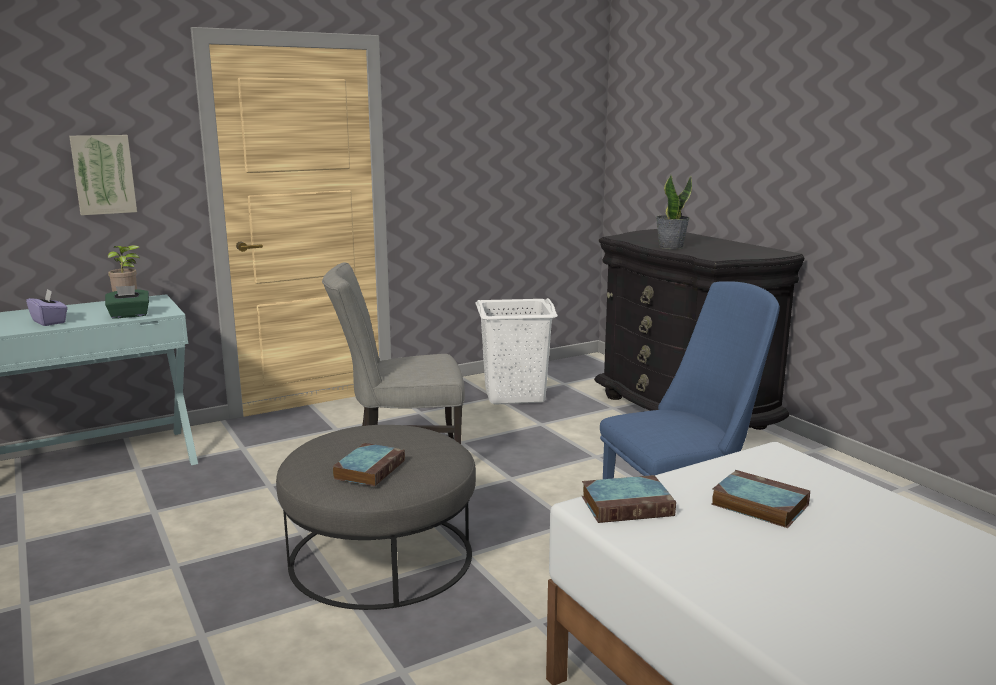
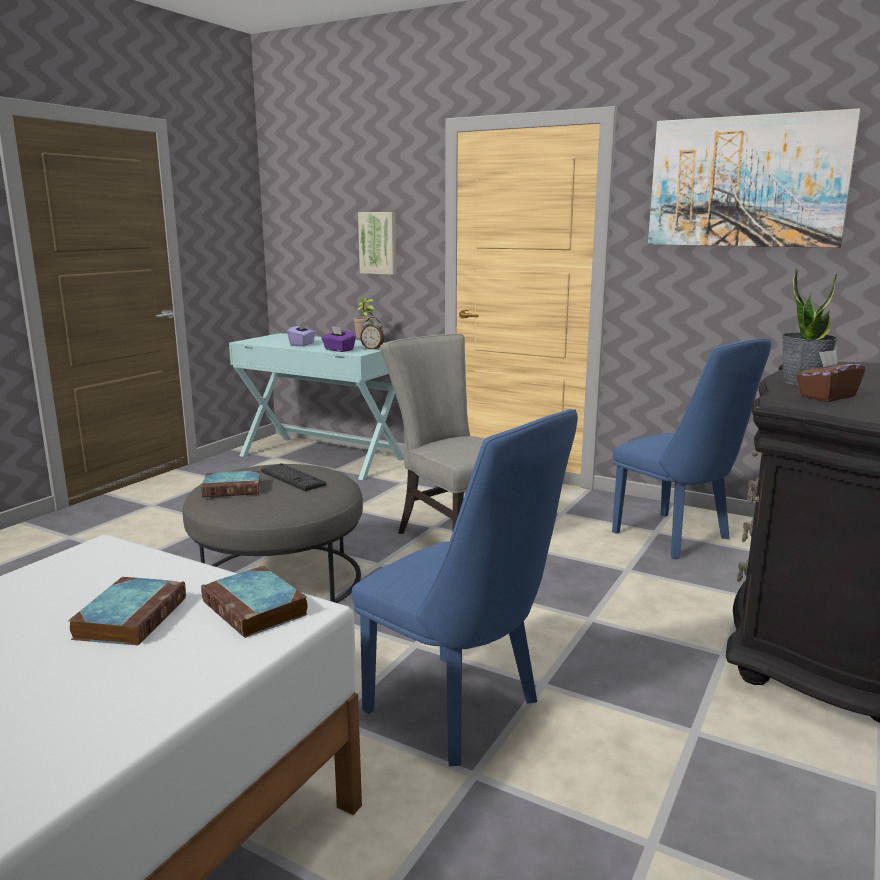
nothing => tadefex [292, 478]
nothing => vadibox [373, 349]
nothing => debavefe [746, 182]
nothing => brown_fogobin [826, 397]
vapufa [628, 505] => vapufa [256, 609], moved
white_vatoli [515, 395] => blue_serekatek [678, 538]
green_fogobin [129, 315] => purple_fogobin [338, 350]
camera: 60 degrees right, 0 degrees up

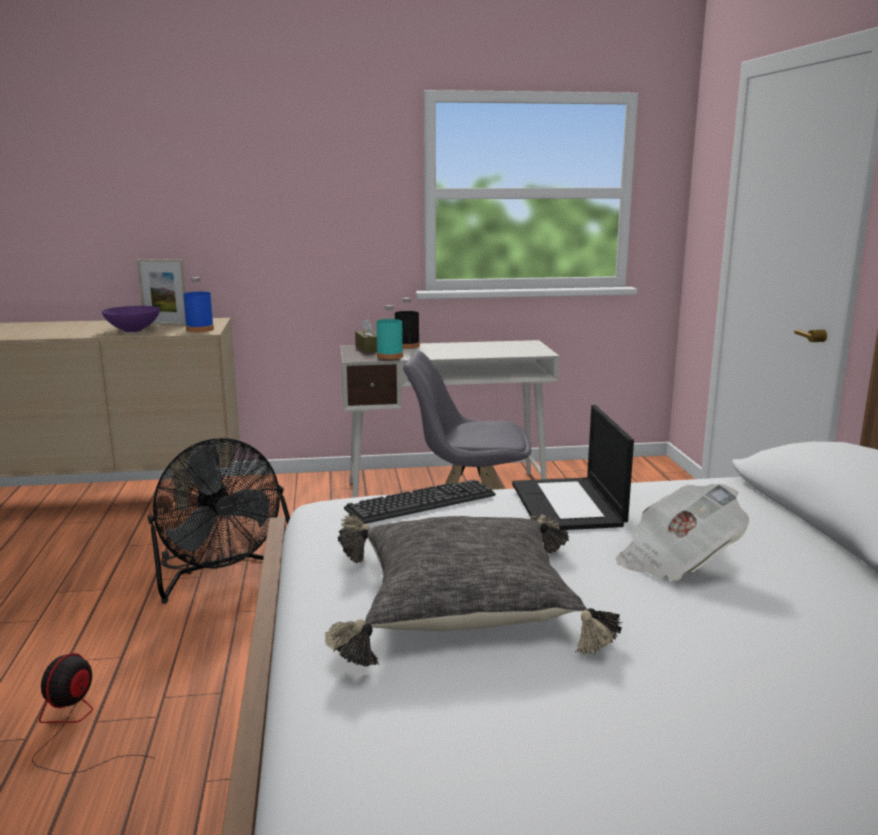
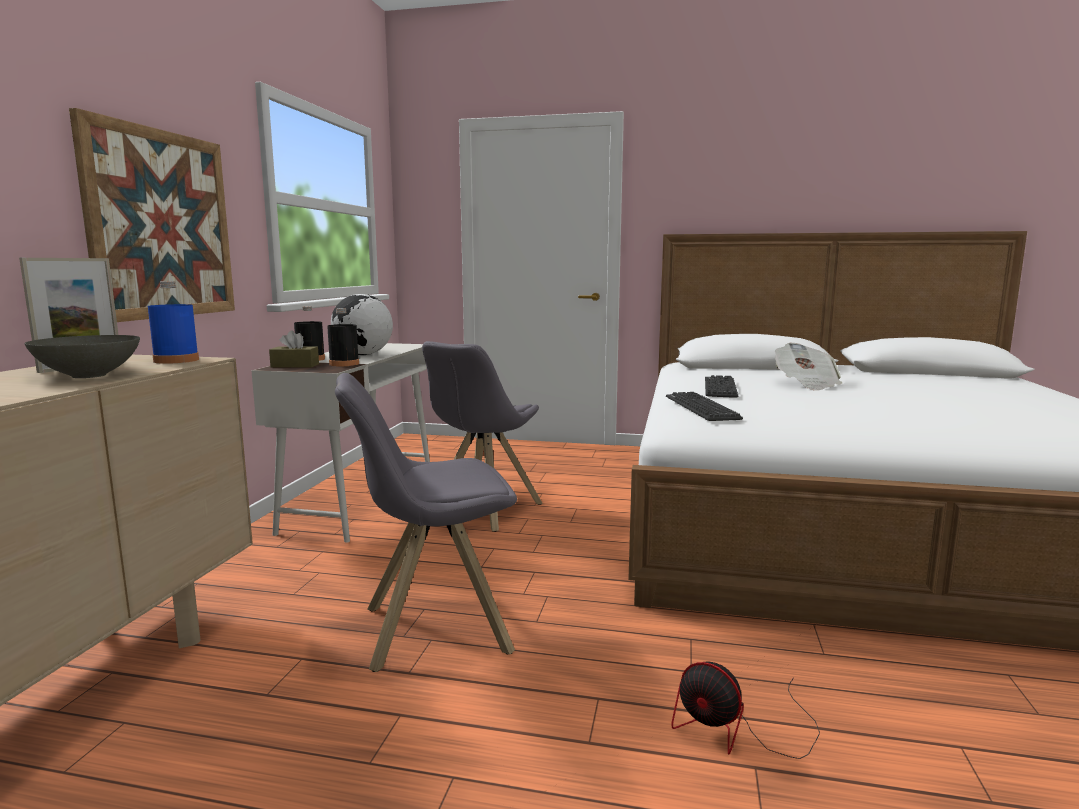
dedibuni [462, 599] => nothing
nothing => debavefe [161, 225]
nothing => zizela [363, 355]
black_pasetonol [215, 574] => grey_serekatek [435, 629]
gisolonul [568, 505] => tadefex [720, 387]
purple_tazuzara [133, 330] => grey_tazuzara [88, 375]
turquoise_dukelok [390, 356] => black_dukelok [344, 364]
camera: 70 degrees left, 5 degrees down

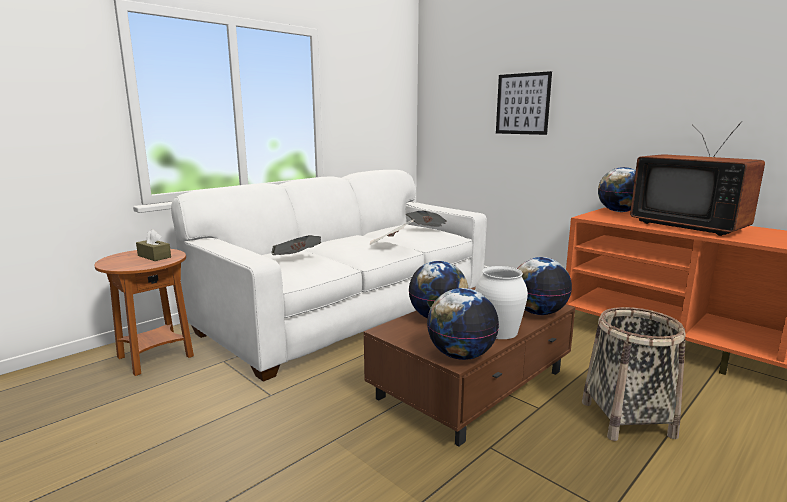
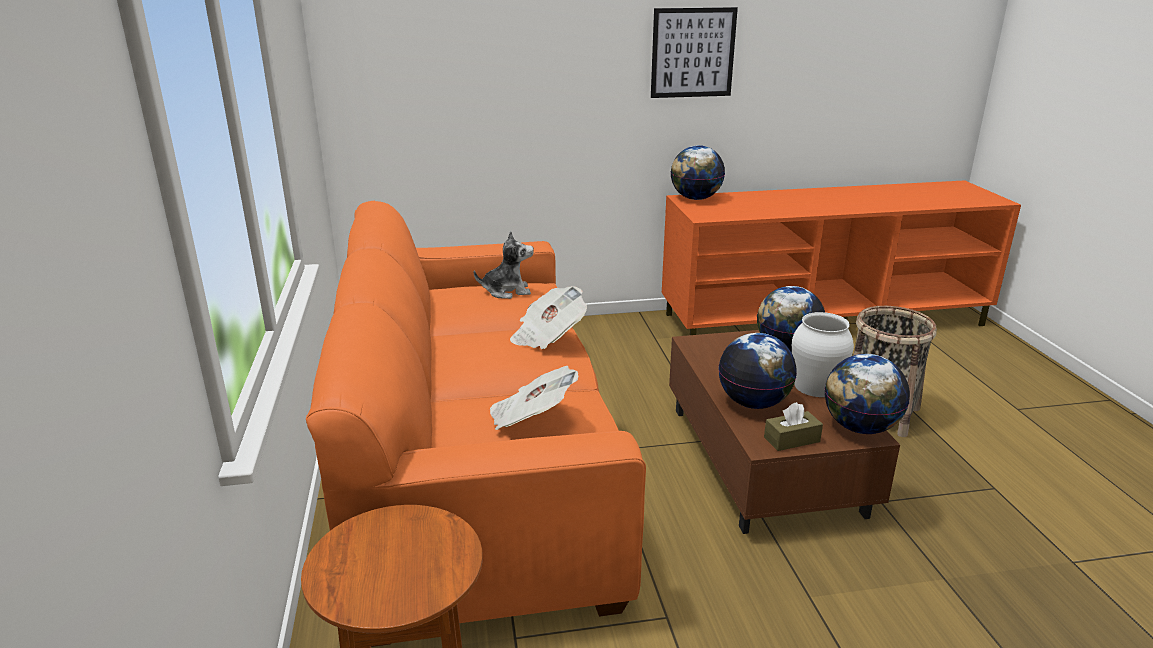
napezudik [689, 226] => nothing
brown_fogobin [154, 256] => brown_fogobin [791, 439], moved
debavefe [522, 104] => debavefe [693, 53], moved
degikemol [427, 230] => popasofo [507, 291]
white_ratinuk [349, 312] => orange_ratinuk [479, 463]
camera: 55 degrees left, 10 degrees up

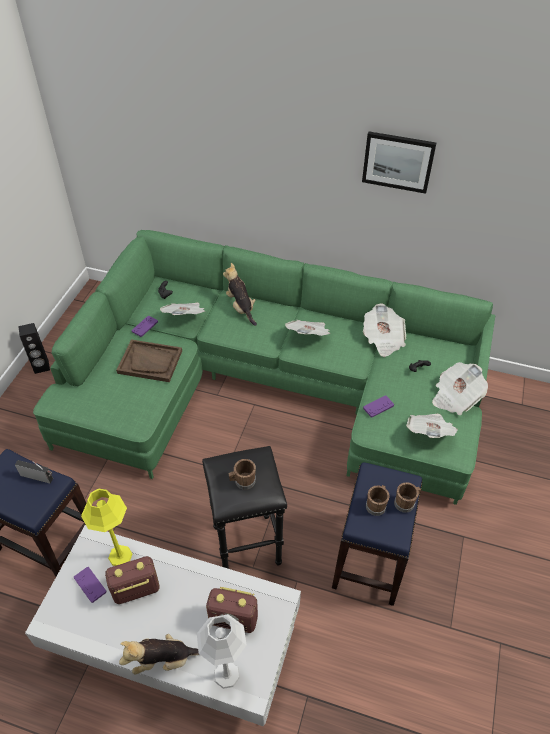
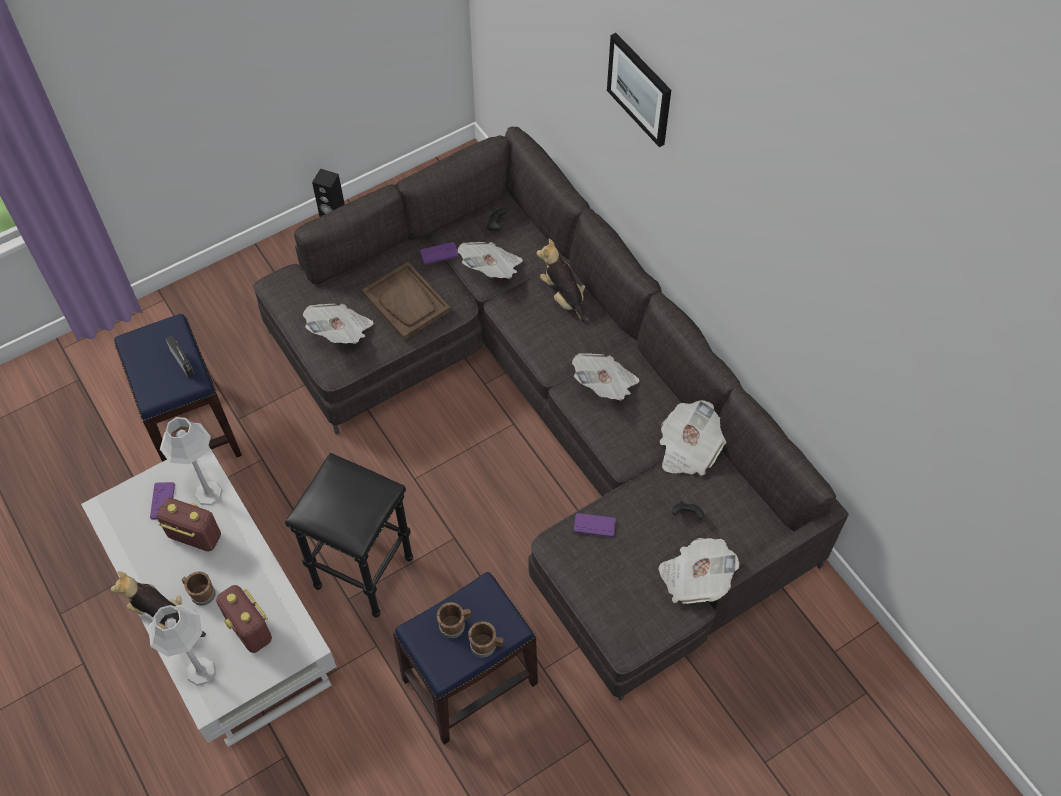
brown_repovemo [242, 481] => brown_repovemo [200, 593], moved
debavefe [398, 161] => debavefe [640, 89], moved
degikemol [429, 433] => degikemol [341, 332], moved
green_ratinuk [269, 387] => grey_ratinuk [550, 414]
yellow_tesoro [120, 556] => grey_tesoro [208, 493]
popasofo [241, 308] => popasofo [564, 297], 45 degrees counterclockwise
camera: 40 degrees right, 10 degrees up

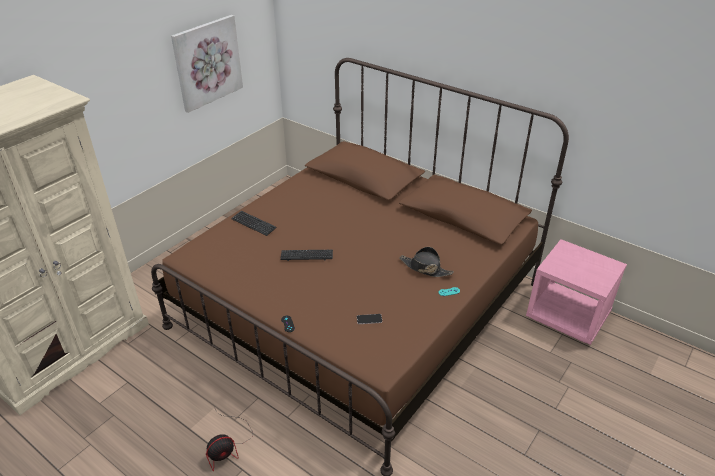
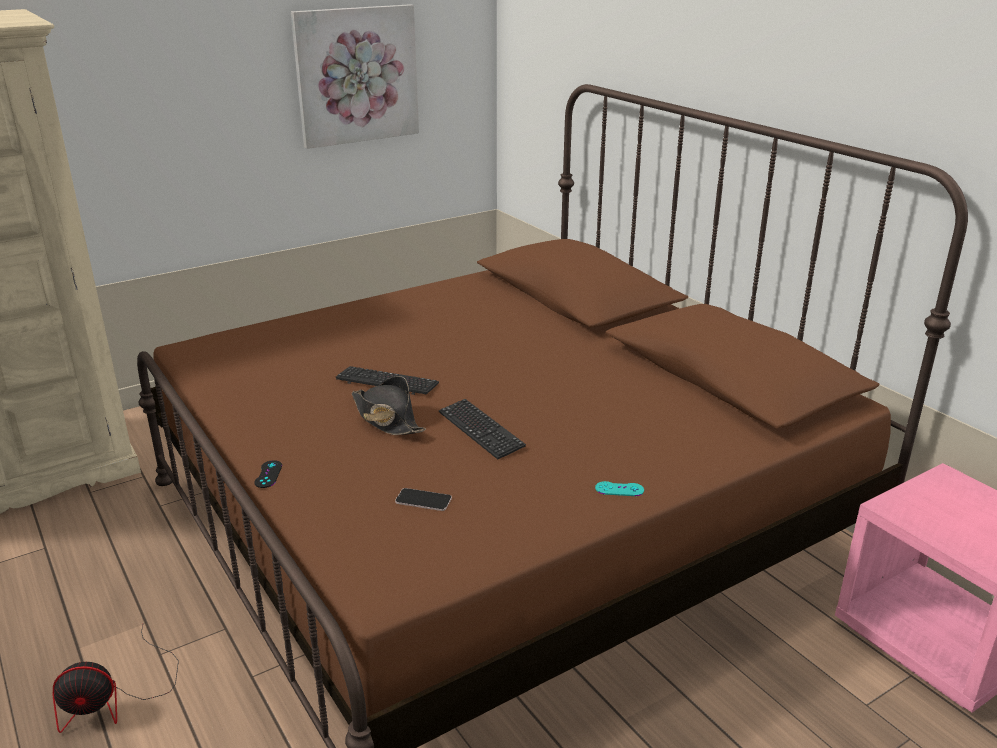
tadefex [253, 224] => tadefex [480, 430], moved
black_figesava [425, 268] => black_figesava [386, 418], moved
camera: 20 degrees right, 10 degrees down

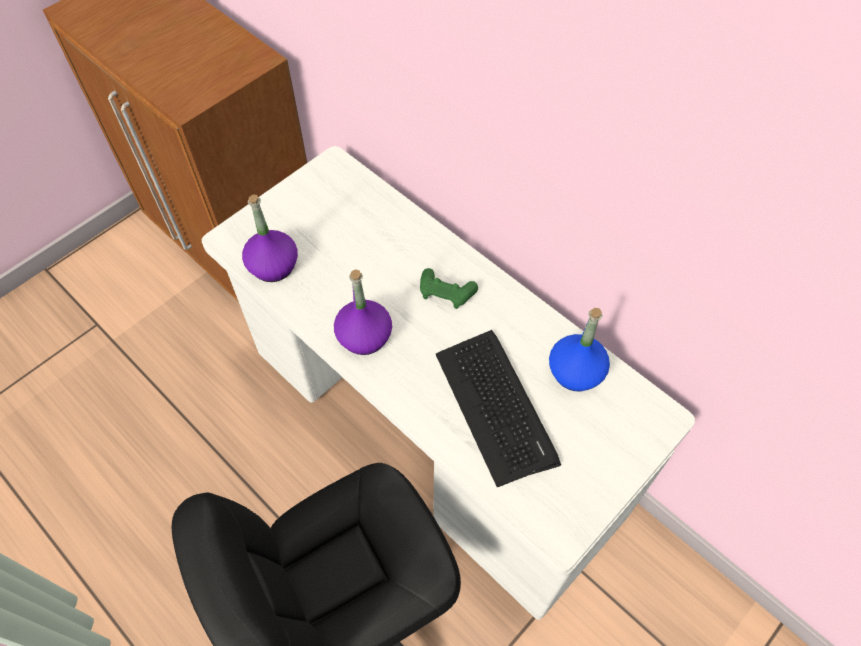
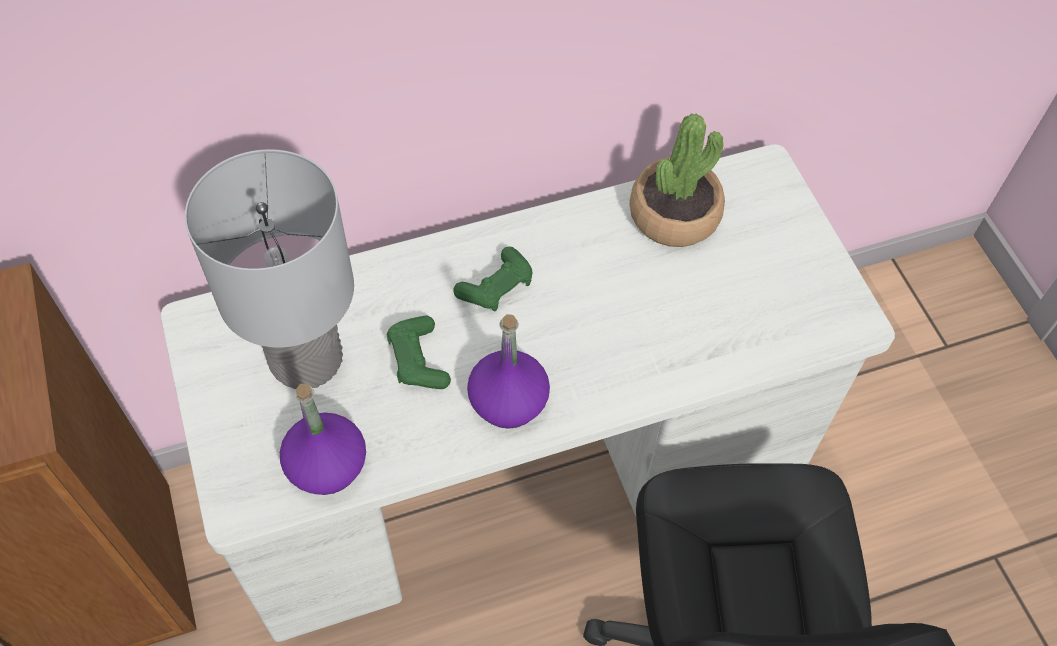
tadefex [496, 406] => nothing
nothing => grey_tesoro [306, 363]
nothing => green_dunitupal [418, 360]
blue_dukelok [575, 372] => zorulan [674, 215]
camera: 65 degrees left, 0 degrees up

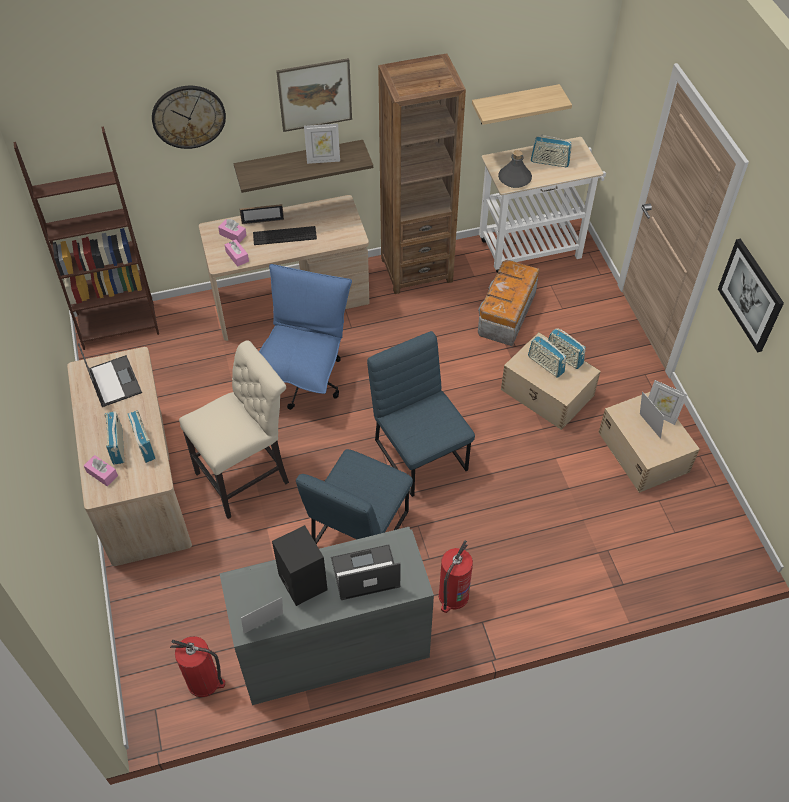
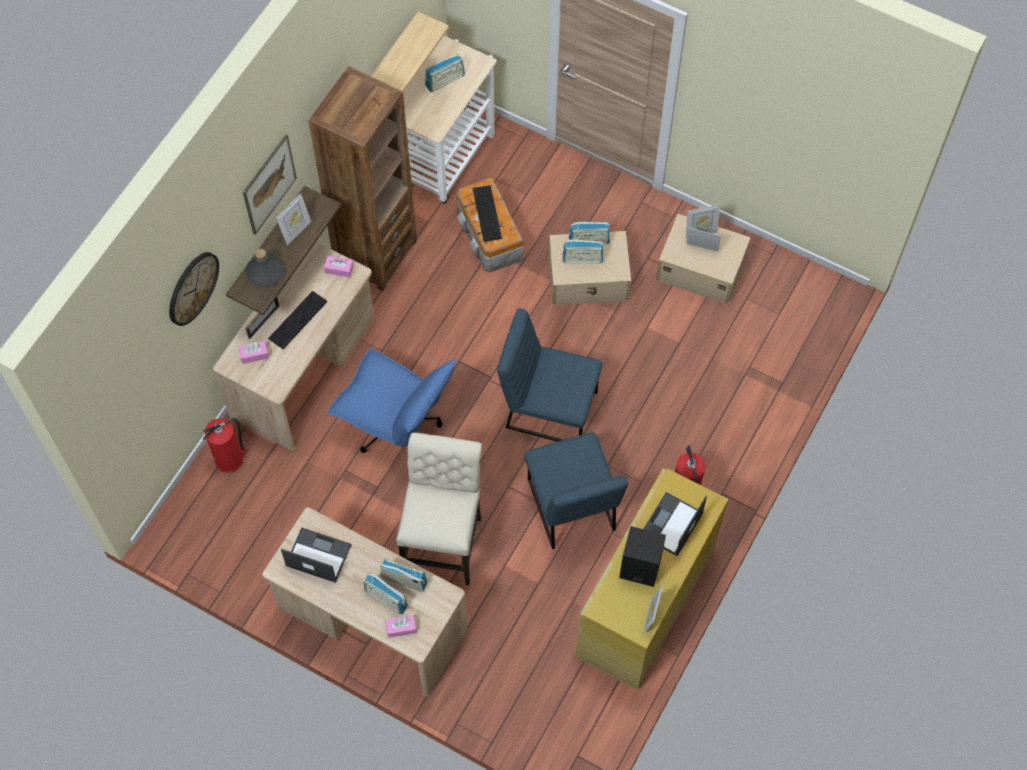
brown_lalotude [118, 325] => nothing
debavefe [751, 295] => nothing
nothing => tadefex [487, 213]
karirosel [204, 682] => karirosel [230, 459], moved
pink_fogobin [237, 256] => pink_fogobin [339, 269], moved
grey_dukelok [515, 179] => grey_dukelok [265, 272], moved
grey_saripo [332, 646] => yellow_saripo [644, 603]
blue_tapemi [304, 379] => blue_tapemi [396, 426], 150 degrees clockwise
camera: 45 degrees left, 10 degrees up

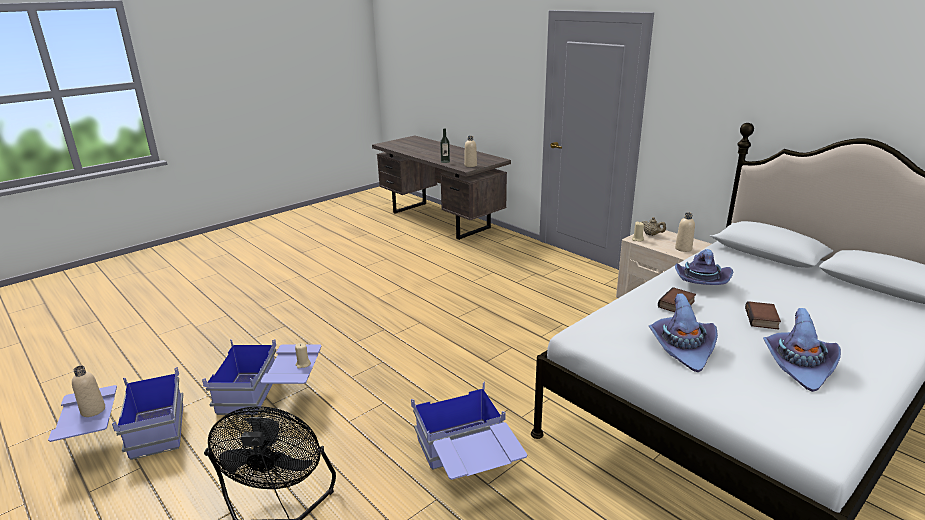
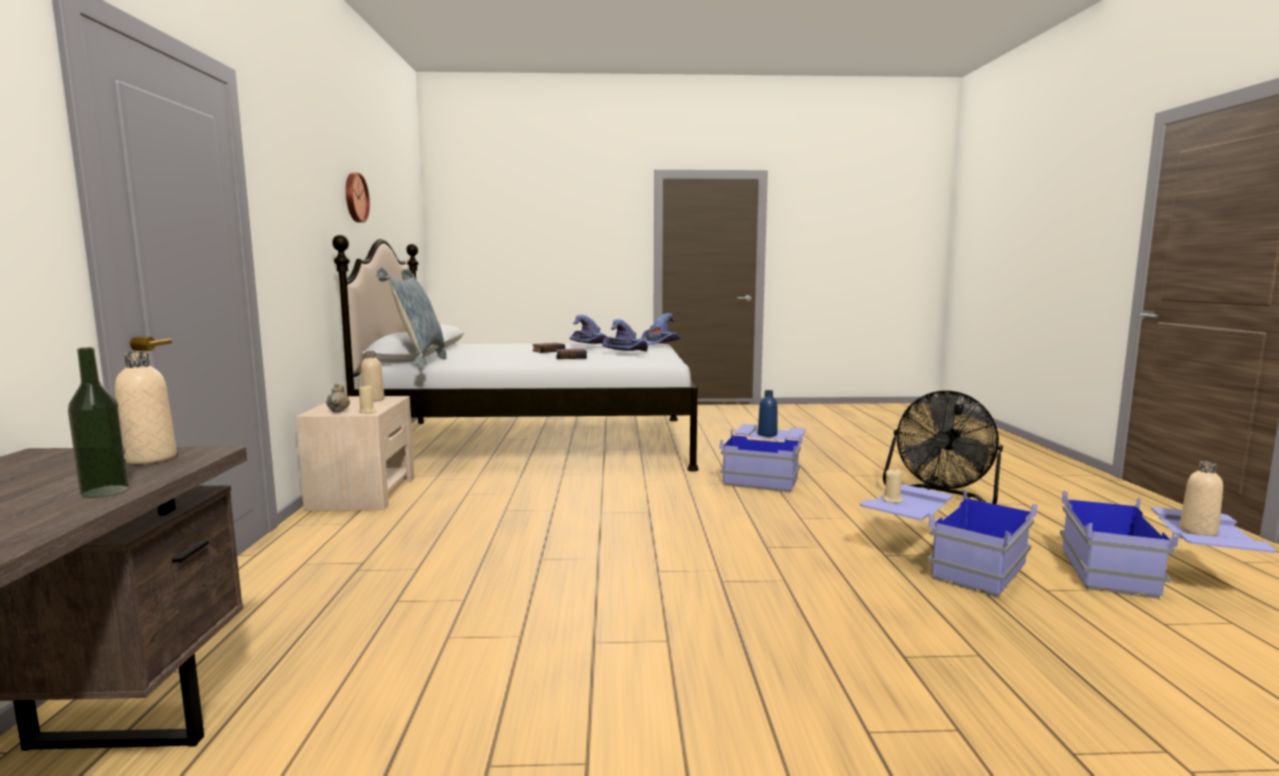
nothing => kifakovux [355, 197]
nothing => dedibuni [416, 365]
nothing => blue_dukelok [767, 434]
purple_figesava [700, 281] => purple_figesava [658, 345], moved
camera: 140 degrees left, 15 degrees down

